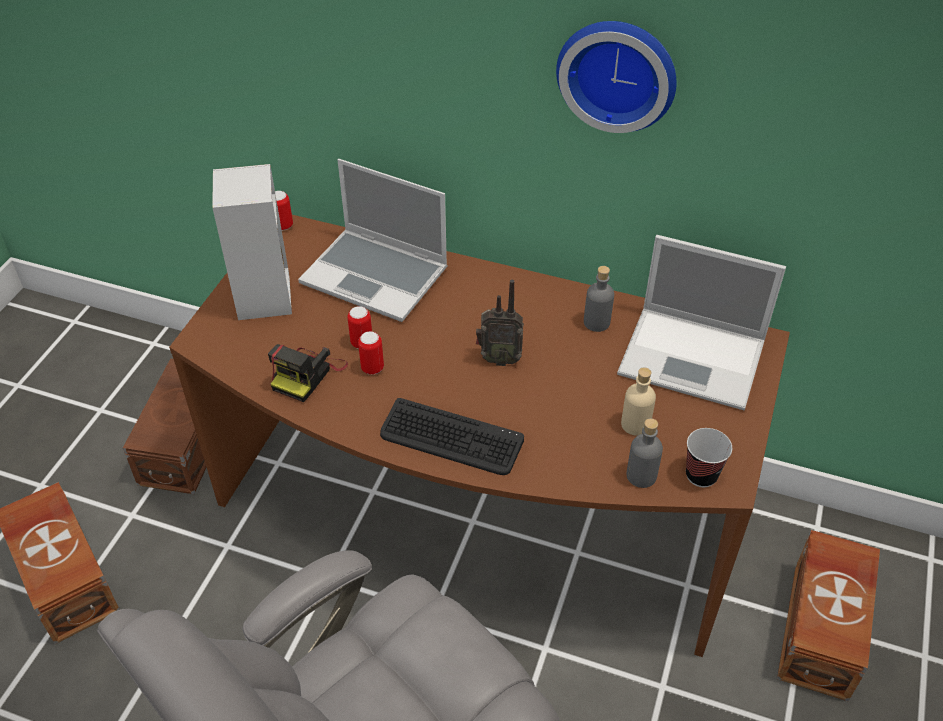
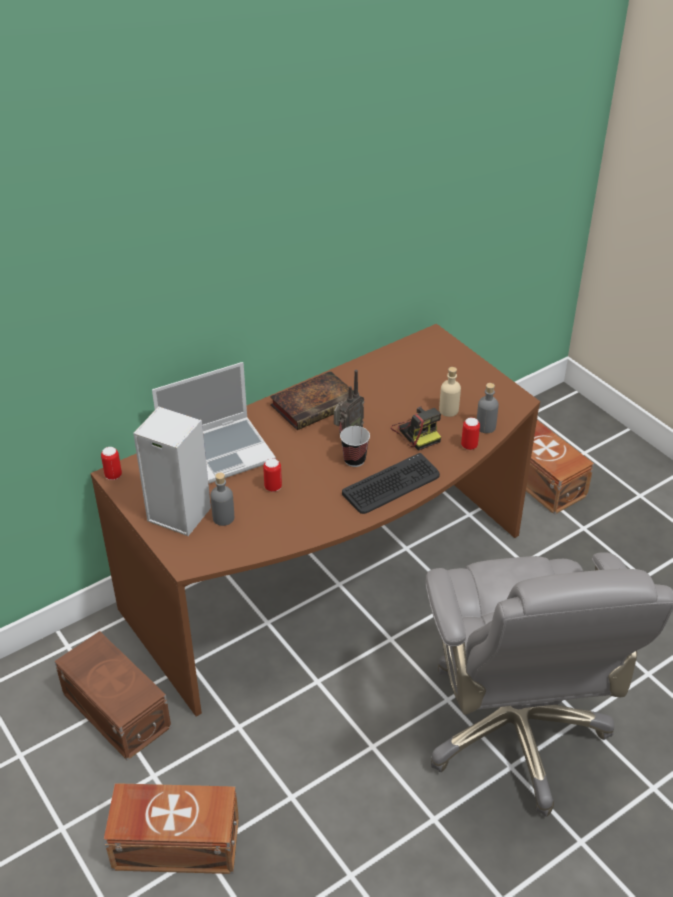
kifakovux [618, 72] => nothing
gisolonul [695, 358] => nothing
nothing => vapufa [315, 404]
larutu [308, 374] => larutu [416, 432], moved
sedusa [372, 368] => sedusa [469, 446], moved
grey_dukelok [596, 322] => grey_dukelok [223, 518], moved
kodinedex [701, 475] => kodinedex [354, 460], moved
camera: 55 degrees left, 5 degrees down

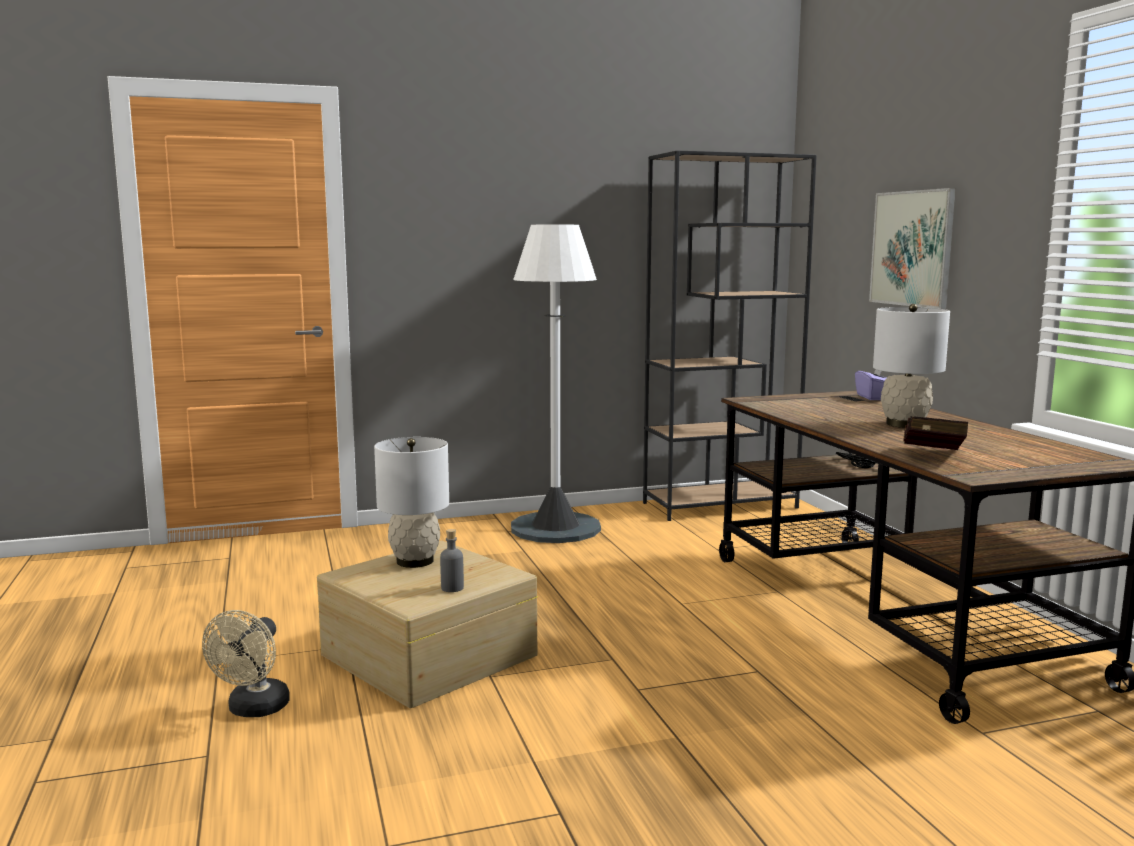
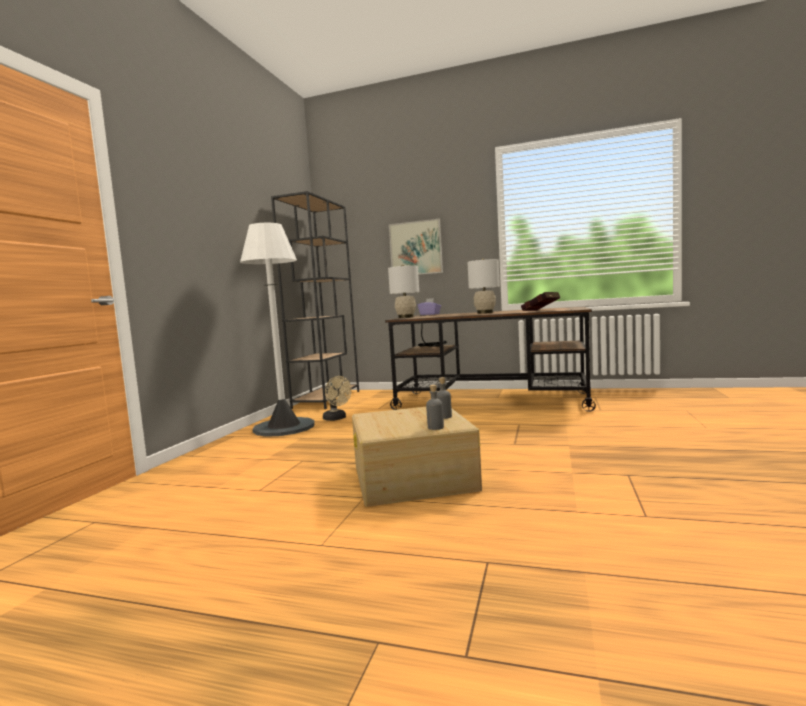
nothing => grey_dukelok [435, 427]
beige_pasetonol [254, 710] => beige_pasetonol [337, 418], moved
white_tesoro [415, 561] => white_tesoro [406, 317], moved
camera: 55 degrees left, 5 degrees down

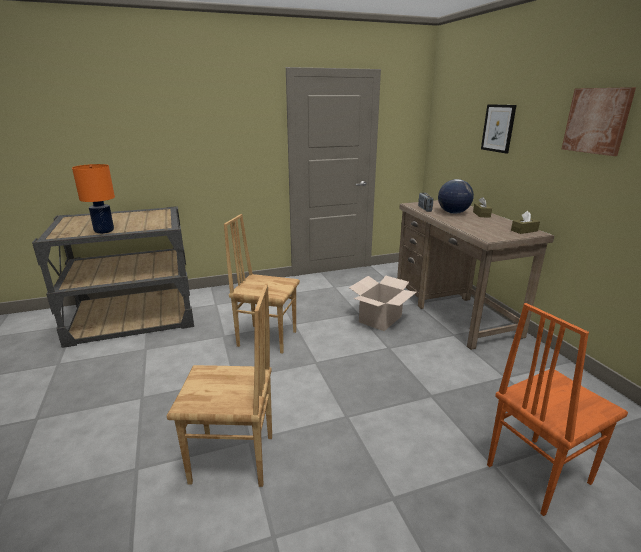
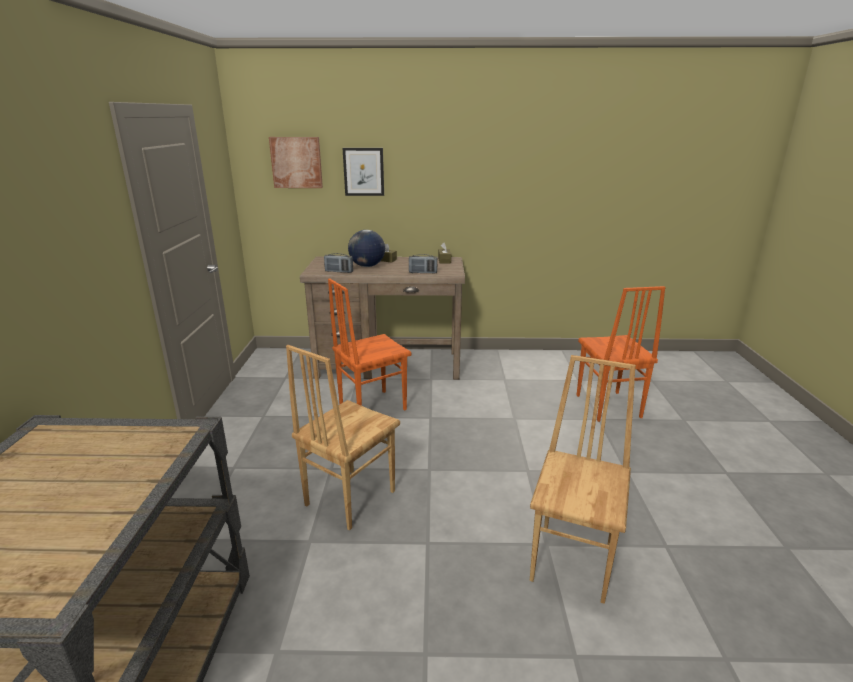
orange_tesoro [104, 232] => nothing
nothing => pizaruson [423, 272]
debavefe [597, 121] => debavefe [296, 162], moved
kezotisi [380, 319] => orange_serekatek [371, 407]
camera: 70 degrees left, 0 degrees up

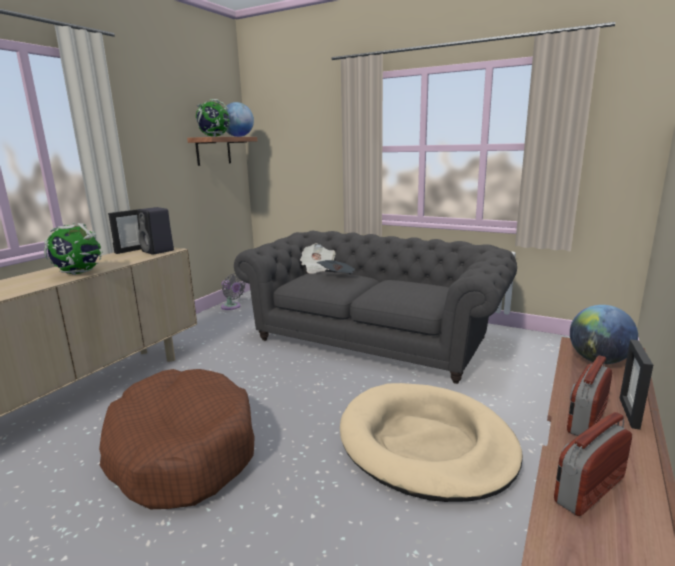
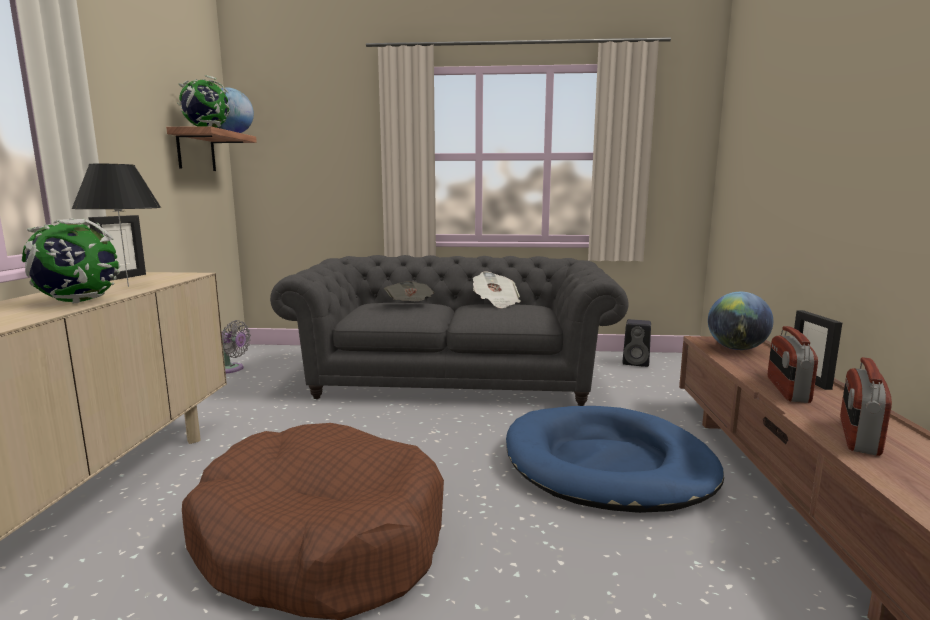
nothing => black_tesoro [128, 286]
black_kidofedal [158, 251] => black_kidofedal [637, 362], moved
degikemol [317, 268] => degikemol [496, 303], moved
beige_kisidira [426, 444] => blue_kisidira [608, 464]
camera: 25 degrees left, 5 degrees down

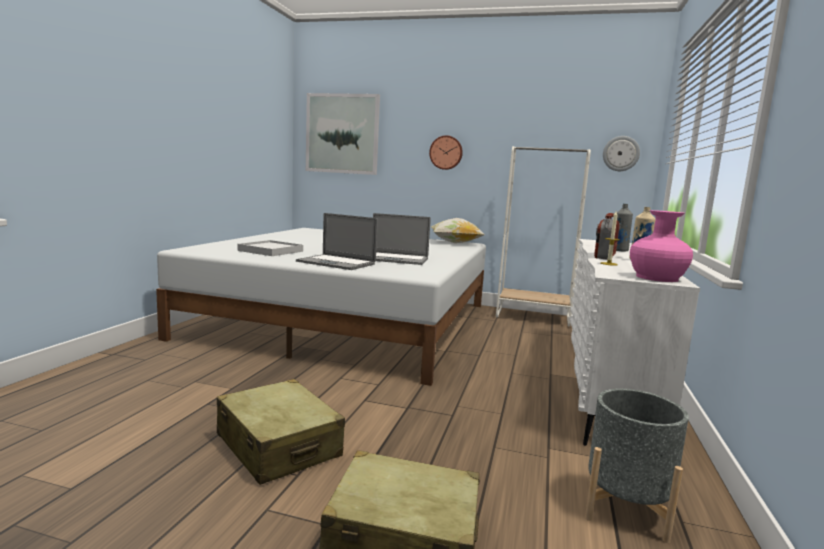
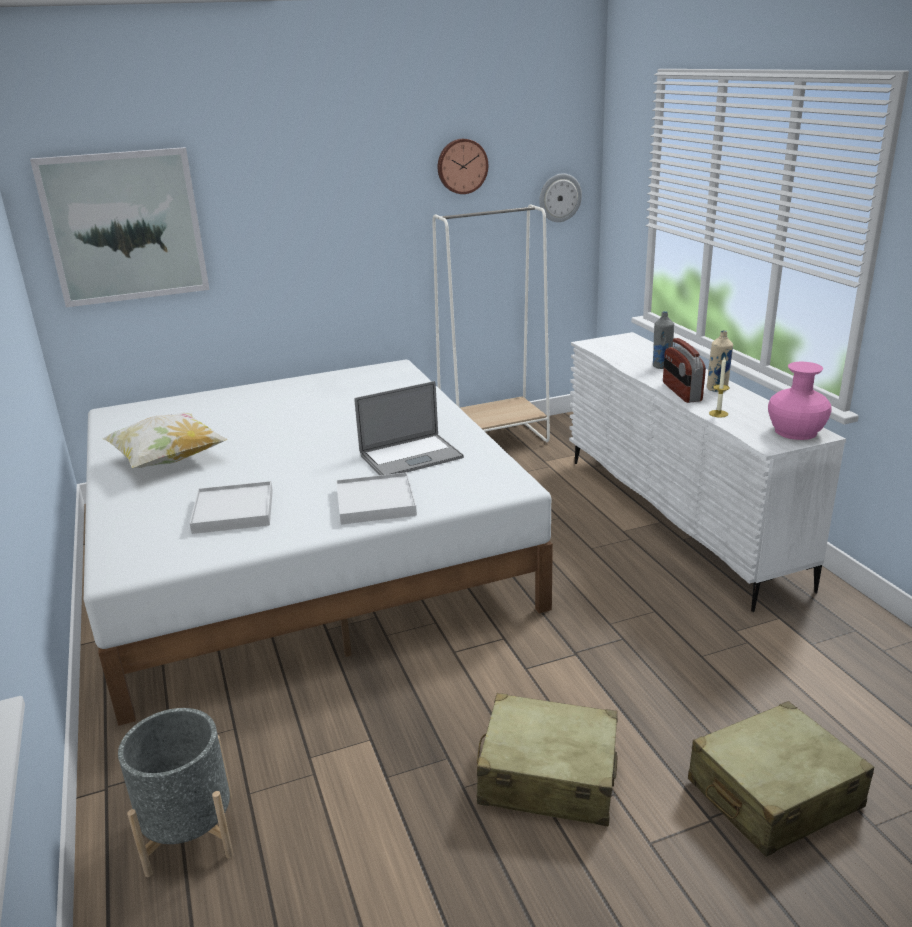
kifakovux [446, 152] => kifakovux [461, 166], moved
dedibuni [455, 243] => dedibuni [168, 460], moved
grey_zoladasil [626, 508] => grey_zoladasil [190, 833], moved
gisolonul [336, 263] => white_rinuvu [375, 502]
camera: 35 degrees left, 15 degrees up

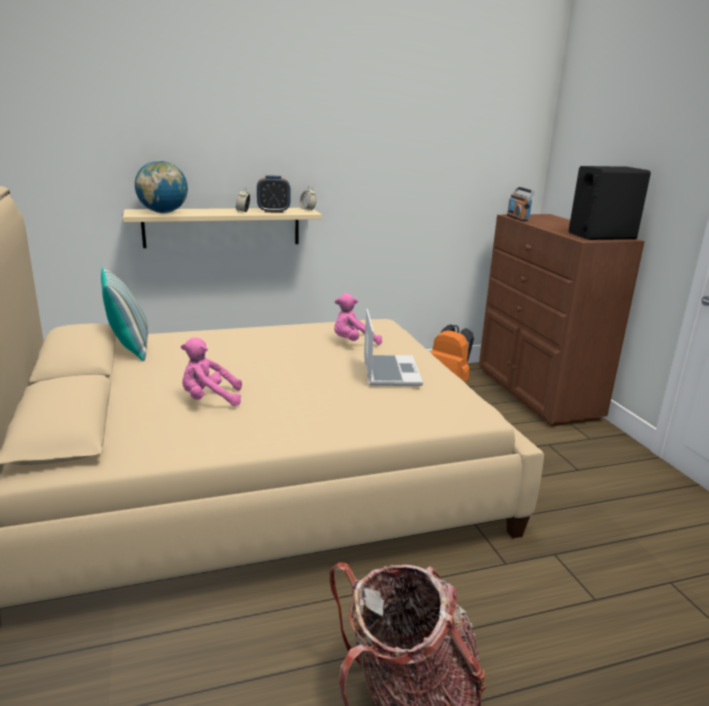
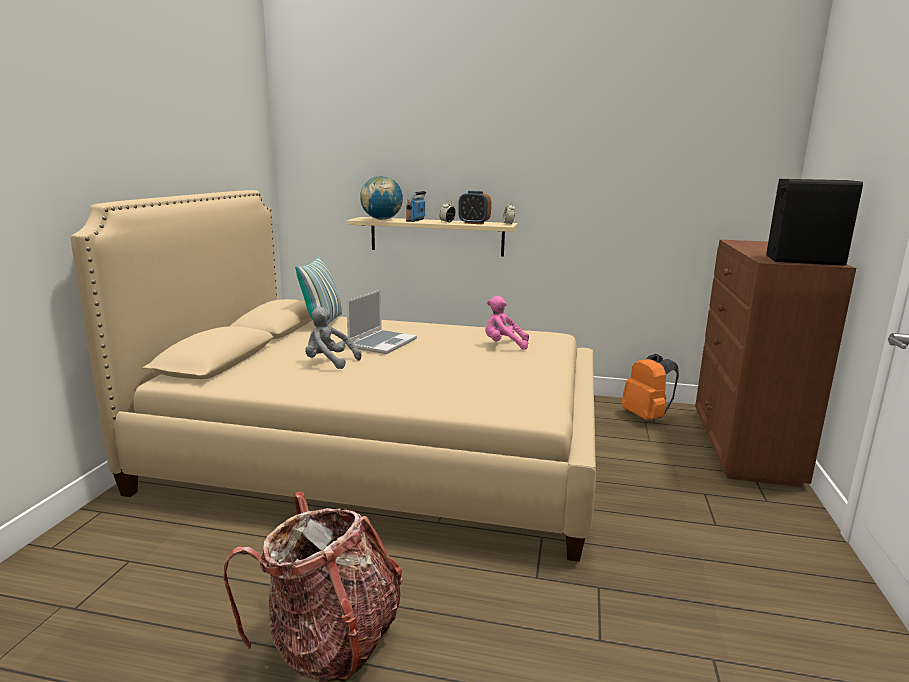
gisolonul [389, 372] => gisolonul [382, 343], moved
pizaruson [517, 218] => pizaruson [415, 220], moved
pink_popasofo [209, 399] => grey_popasofo [329, 362]
camera: 30 degrees right, 5 degrees down

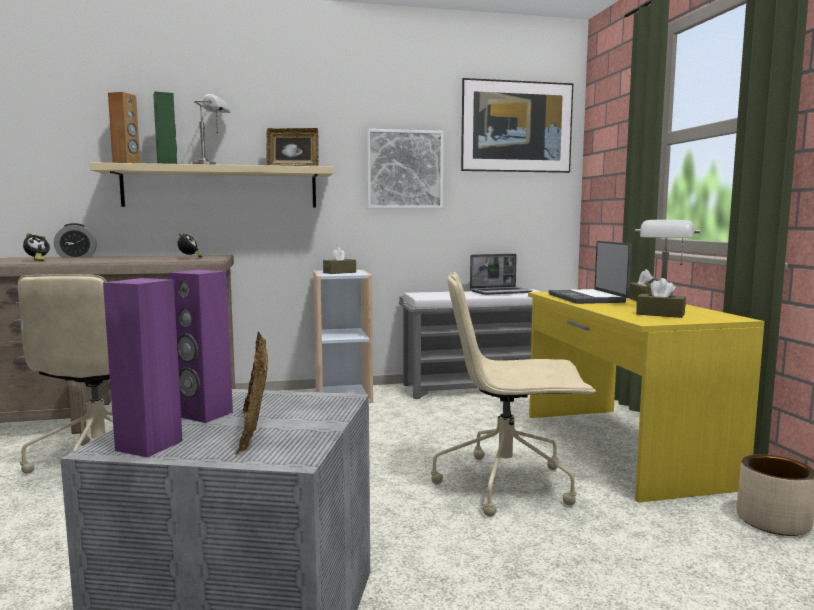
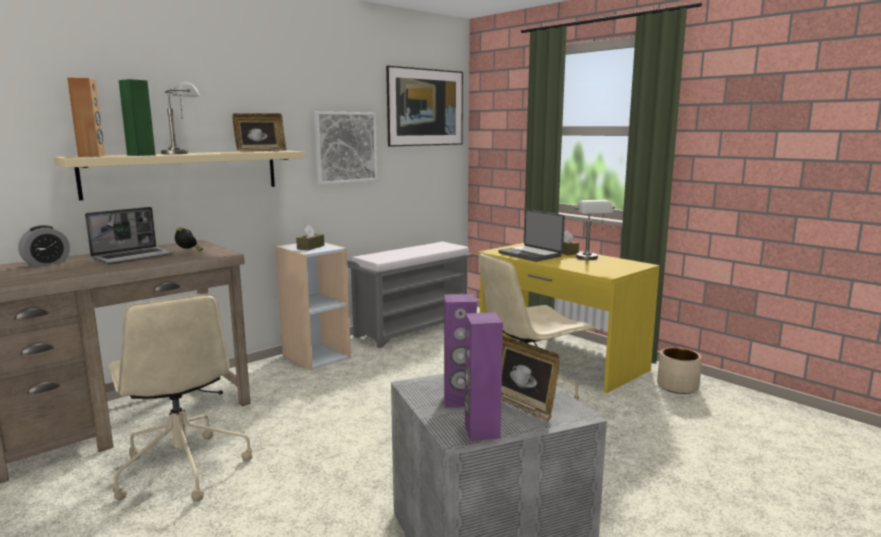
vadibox [37, 261] => nothing
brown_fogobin [660, 314] => nothing
gisolonul [500, 292] => gisolonul [134, 257], moved
camera: 30 degrees left, 5 degrees up

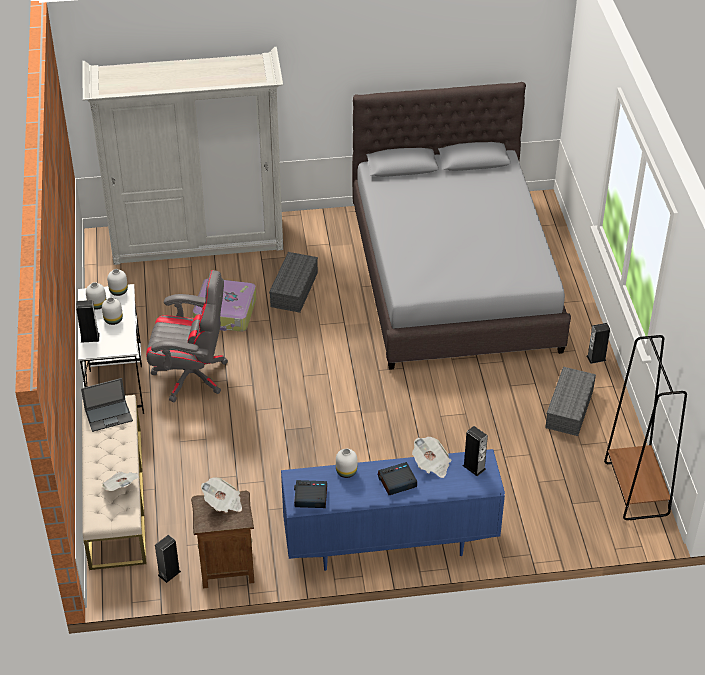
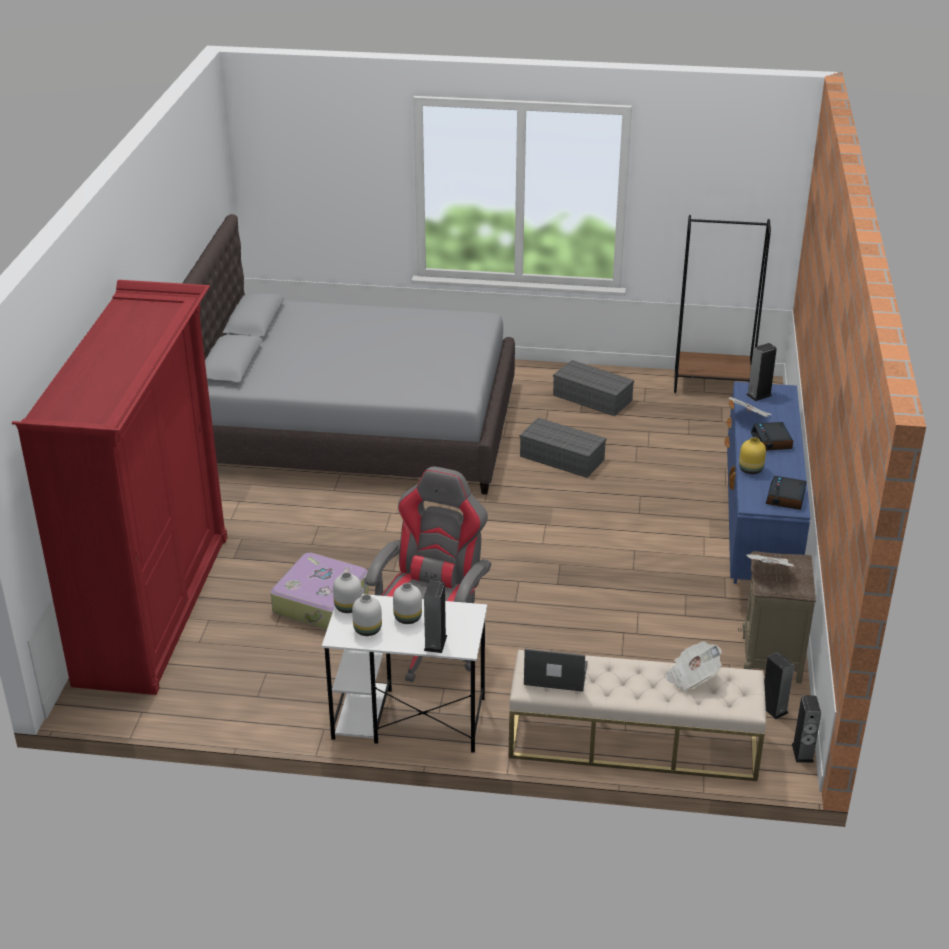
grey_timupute [294, 290] => grey_timupute [563, 458], moved
kidofedal [596, 358] => kidofedal [802, 753], moved
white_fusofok [198, 241] => red_fusofok [158, 607]
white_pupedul [346, 472] => yellow_pupedul [751, 469]
gisolonul [109, 415] => gisolonul [554, 674], 75 degrees counterclockwise
camera: 75 degrees left, 10 degrees down

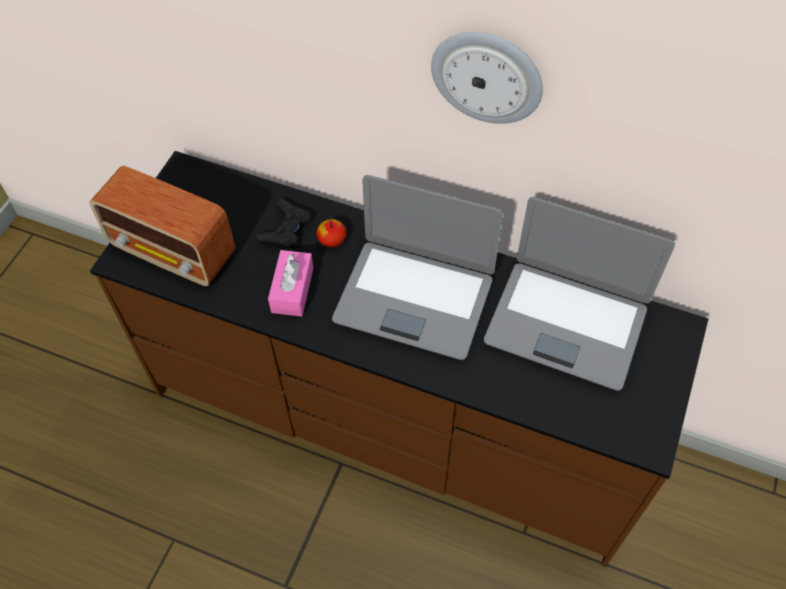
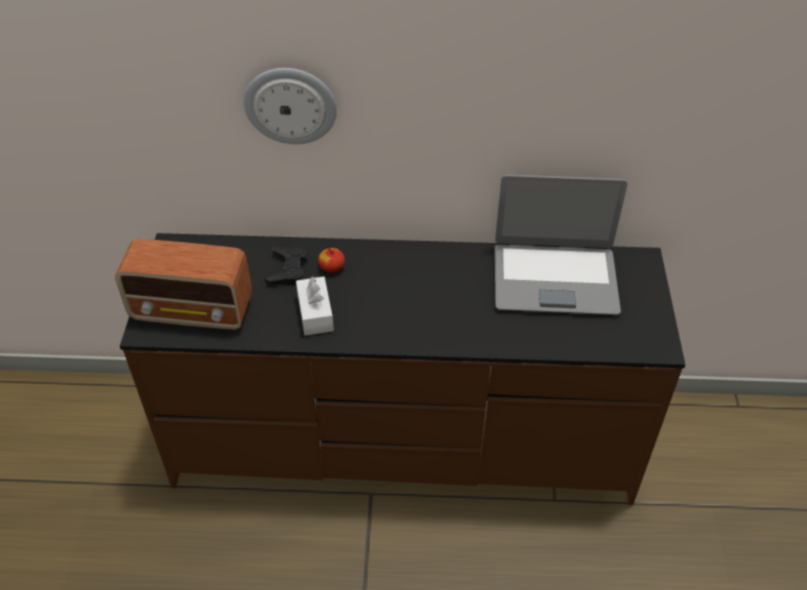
gisolonul [414, 298] => nothing
kifakovux [487, 76] => kifakovux [290, 105], moved
pink_fogobin [292, 290] => white_fogobin [315, 313]
camera: 20 degrees left, 10 degrees down

